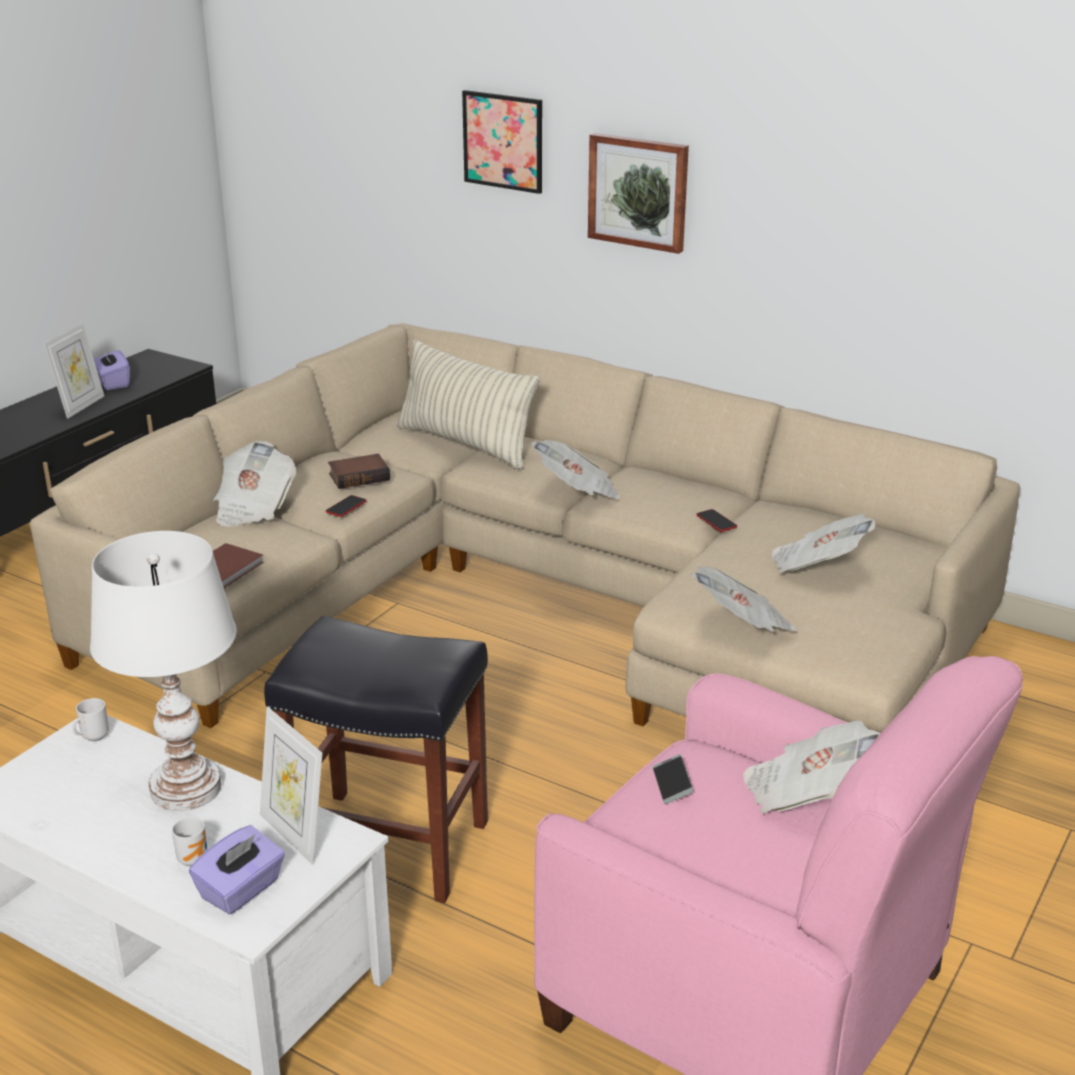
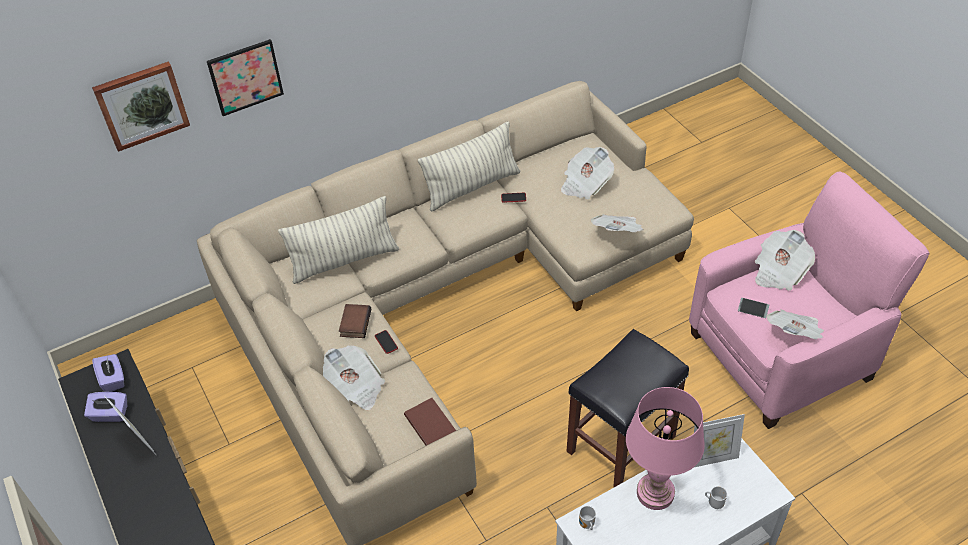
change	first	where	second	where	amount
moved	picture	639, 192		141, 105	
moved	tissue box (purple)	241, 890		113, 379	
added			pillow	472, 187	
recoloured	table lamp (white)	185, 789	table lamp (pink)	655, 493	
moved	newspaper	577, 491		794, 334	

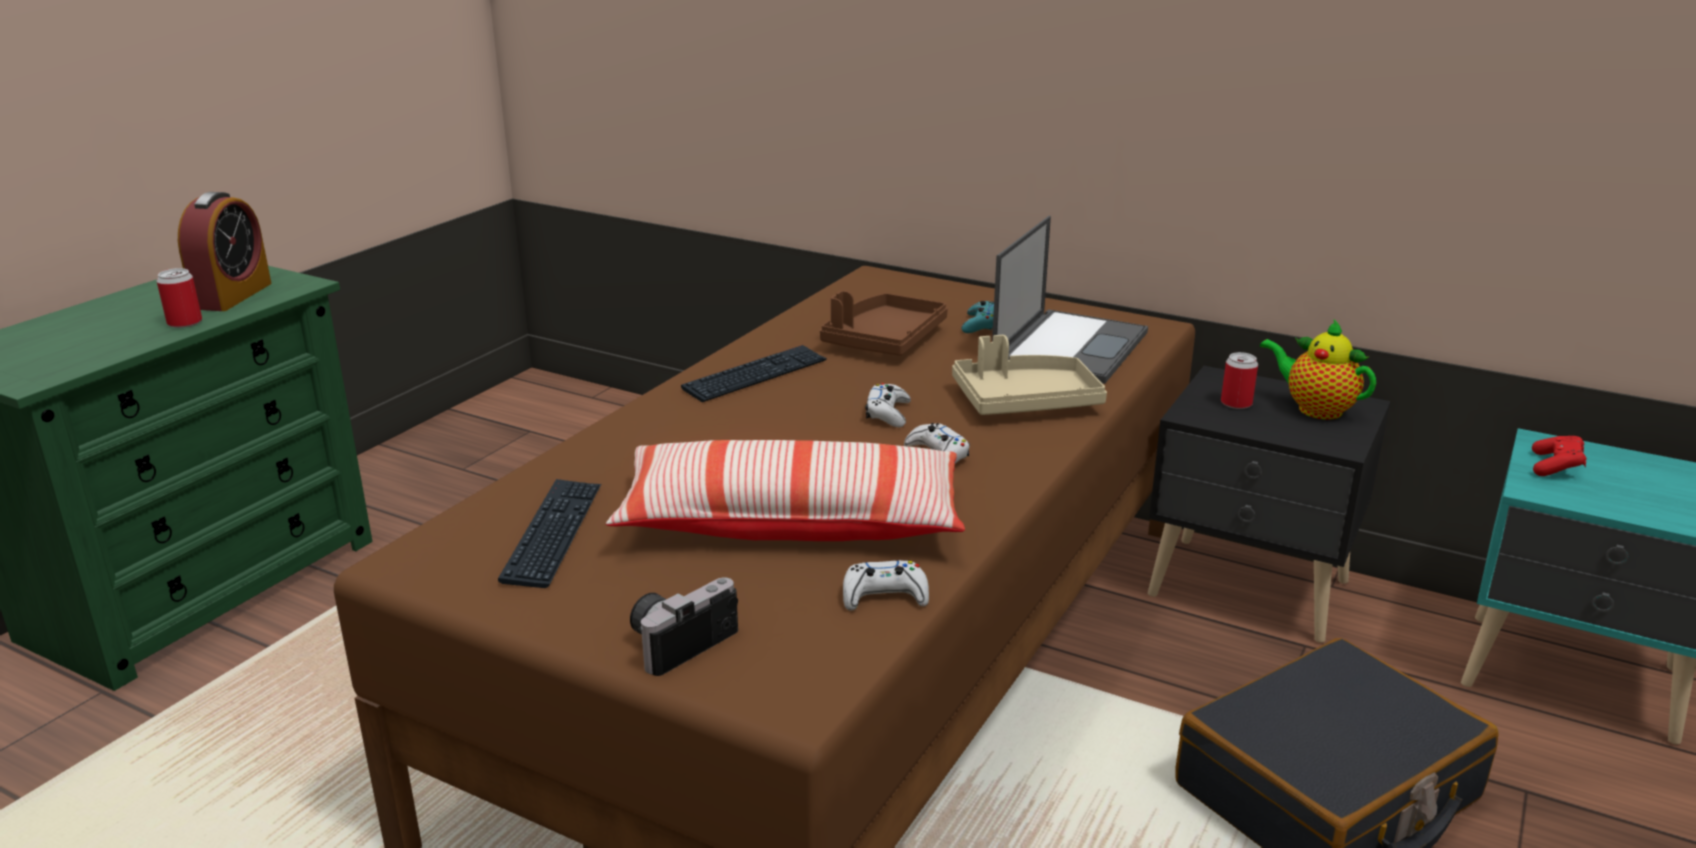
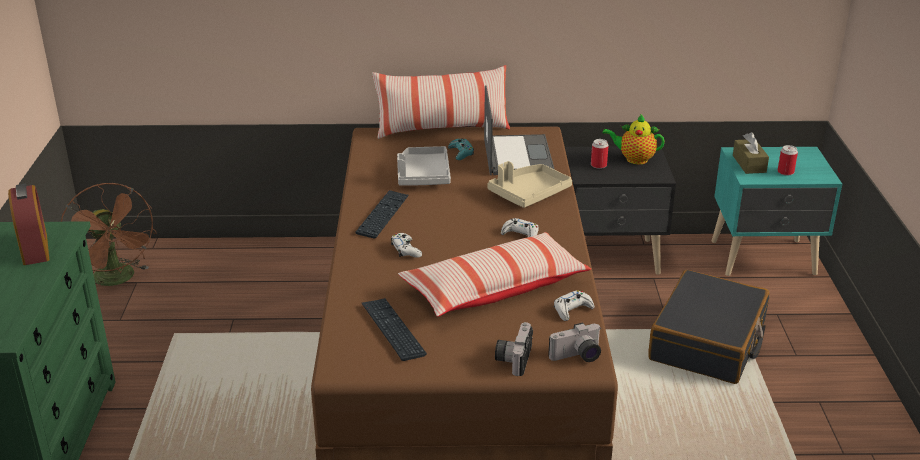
change	first	where	second	where	amount
added			fan (brown)	119, 280	
added			pillow	442, 130	
moved	game controller (white)	888, 413		406, 250	
recoloured	tray (brown)	884, 340	tray (grey)	423, 175	
added			photo camera	577, 357	
replaced	game controller (red)	1555, 467	tissue box (brown)	749, 164	
moved	can	185, 323		785, 172	

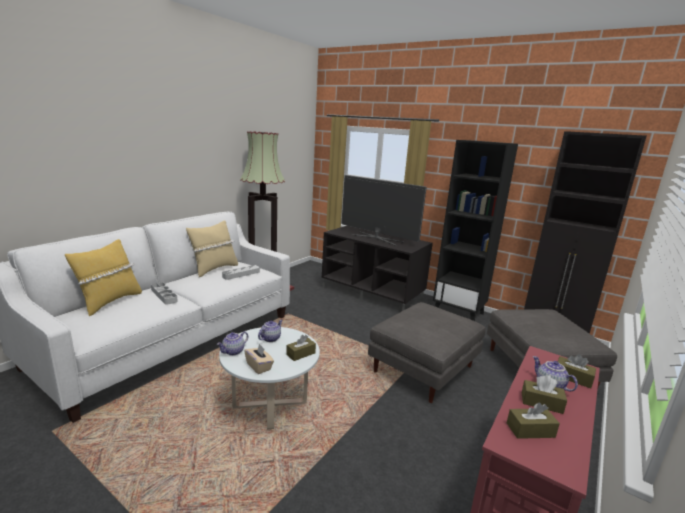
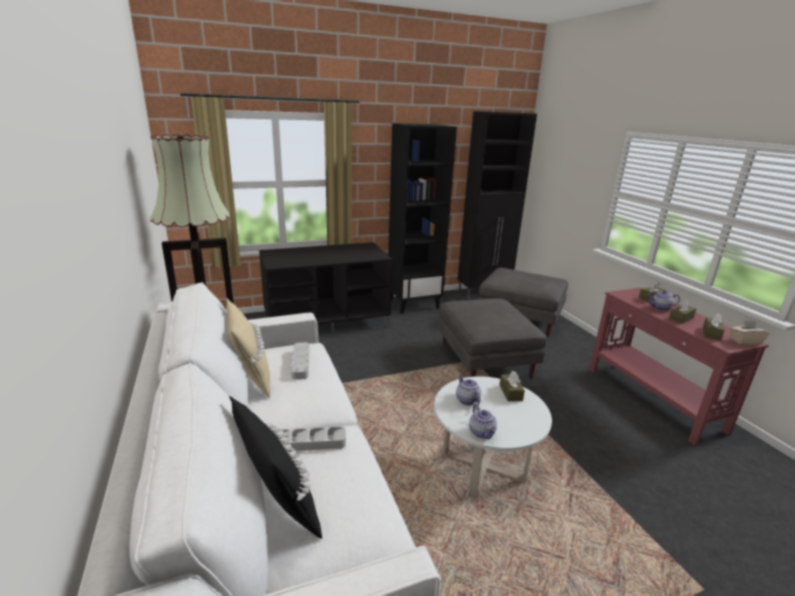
change	first	where	second	where	amount
recoloured	pillow (yellow)	109, 302	pillow (black)	278, 506	
moved	tissue box (beige)	259, 366		745, 341	
removed	television	377, 238			

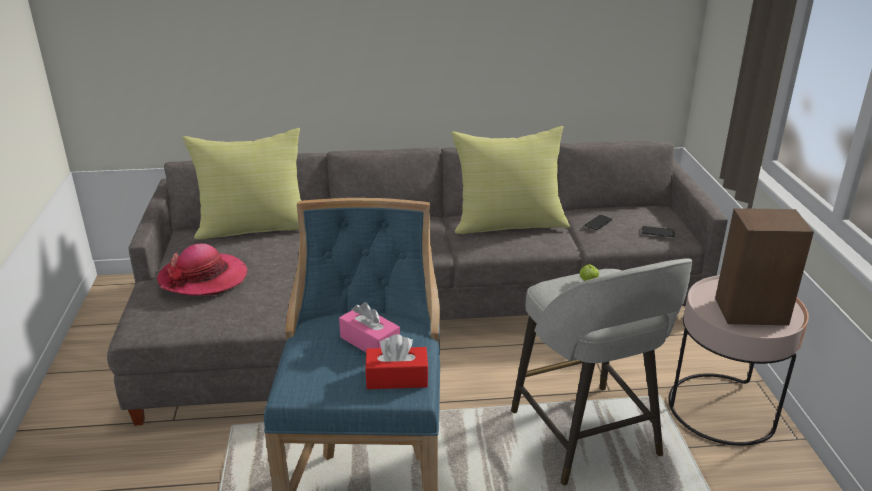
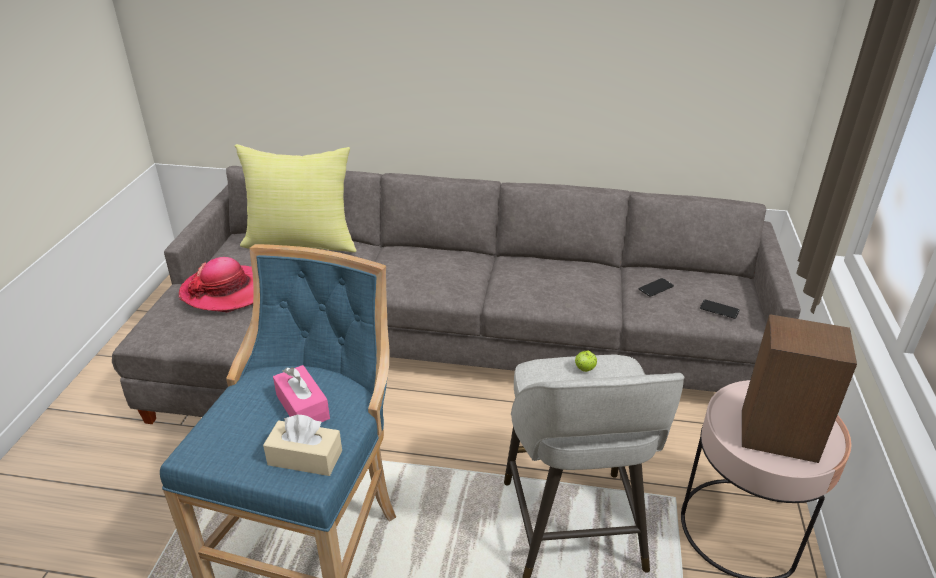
change	first	where	second	where	amount
recoloured	tissue box (red)	397, 378	tissue box (beige)	305, 458	
removed	pillow (yellow)	509, 223			

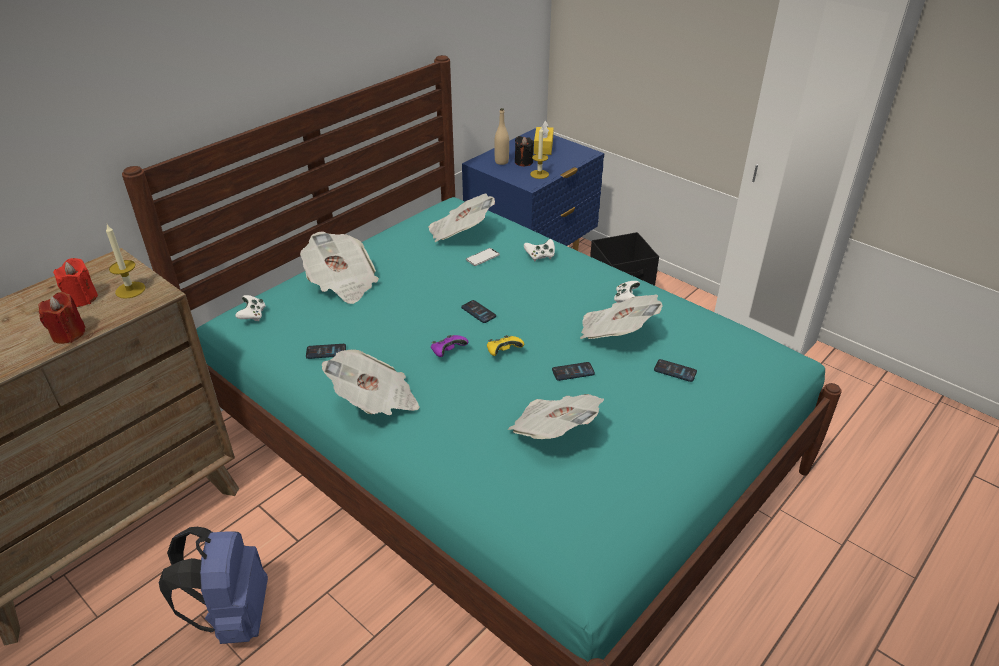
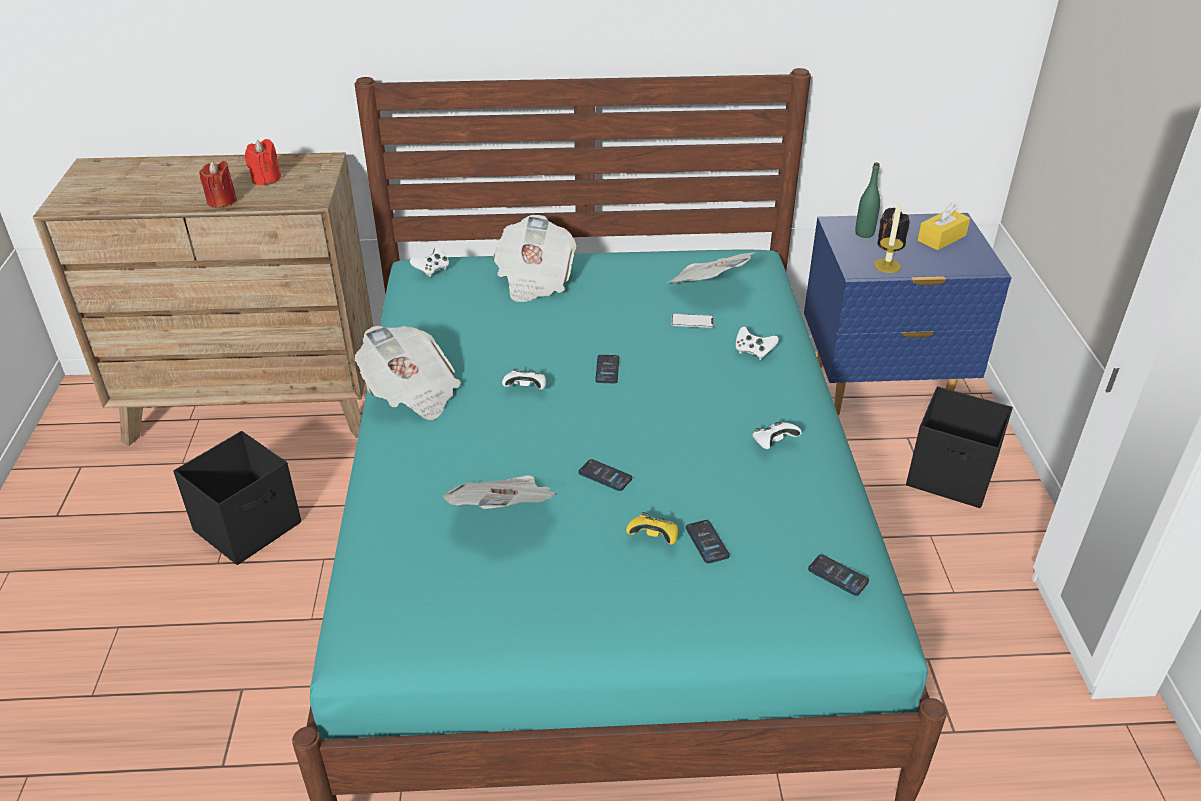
change	first	where	second	where	amount
replaced	backpack (blue)	233, 616	storage box (black)	249, 526	
recoloured	game controller (purple)	448, 352	game controller (white)	526, 389	
moved	game controller (yellow)	503, 352		654, 538	
moved	phone	326, 352		838, 575	
recoloured	bottle (beige)	501, 162	bottle (green)	864, 233	
removed	candle	130, 290			
removed	newspaper	615, 333			

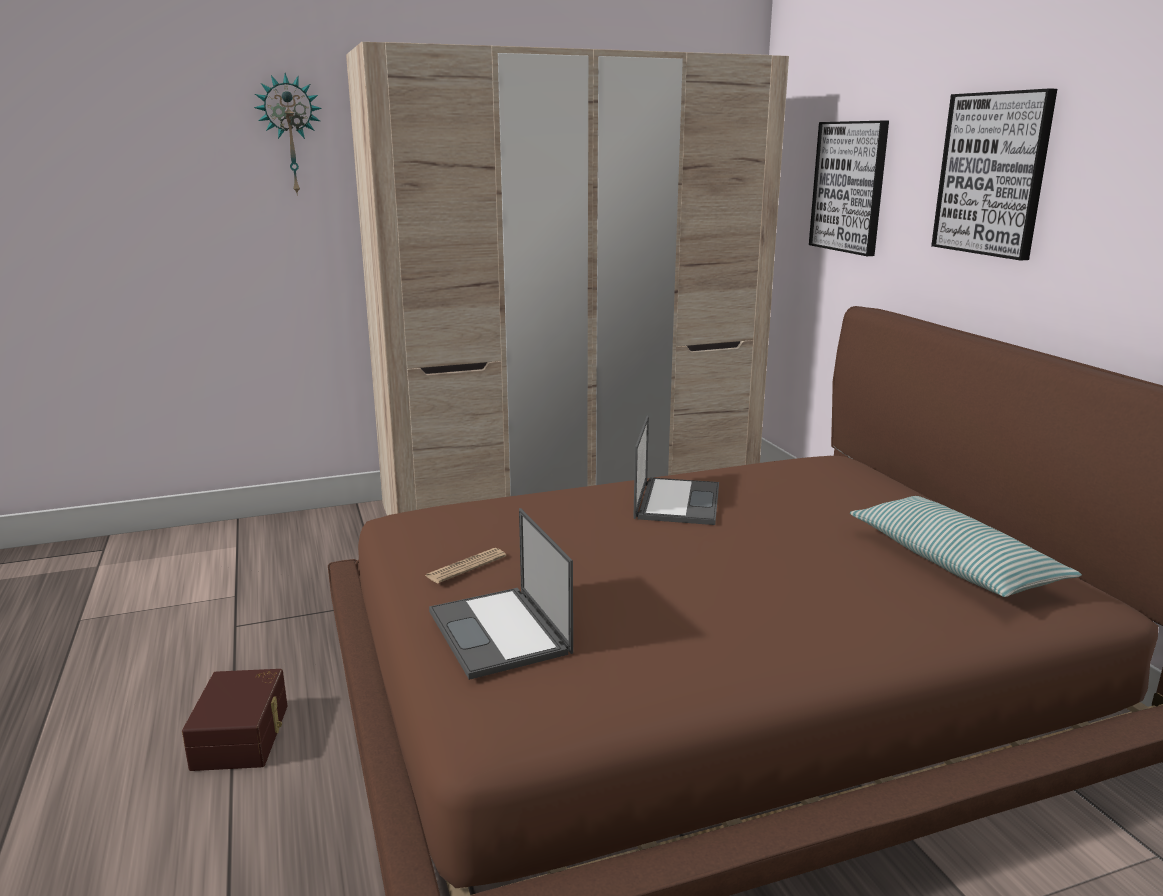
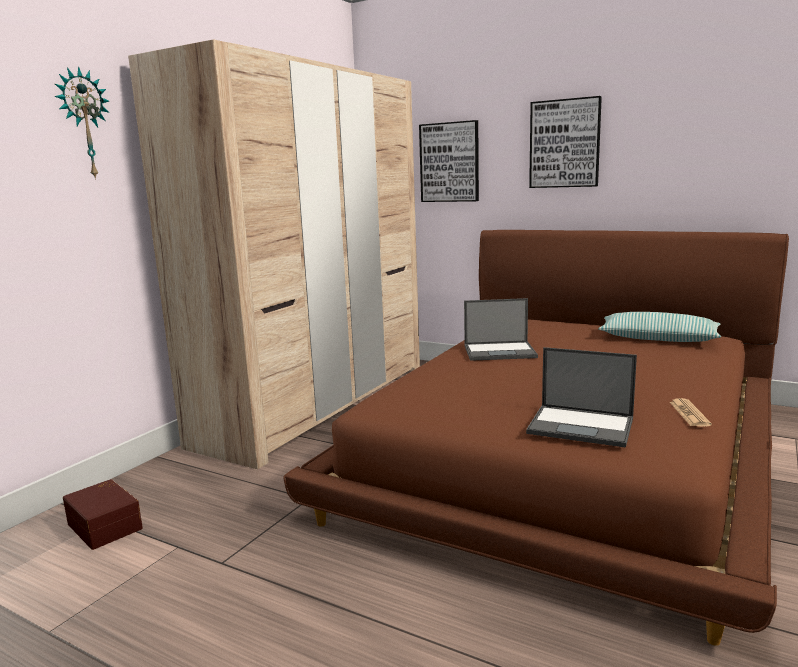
change	first	where	second	where	amount
moved	storage box (brown)	243, 736		106, 525	
turned	laptop	677, 501		500, 351	120 degrees clockwise
moved	newspaper	466, 566		689, 413	

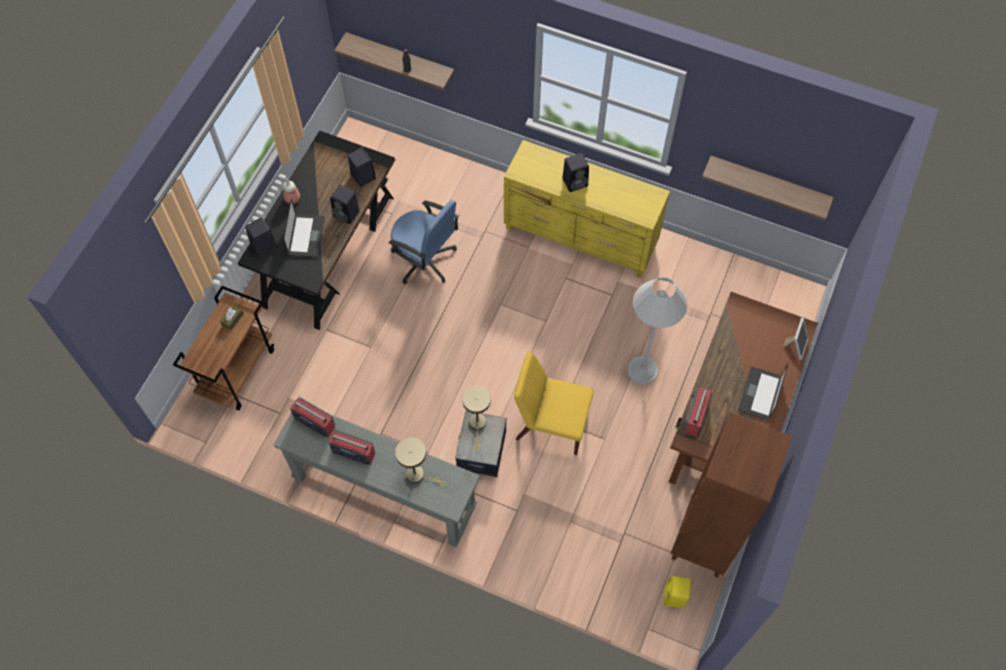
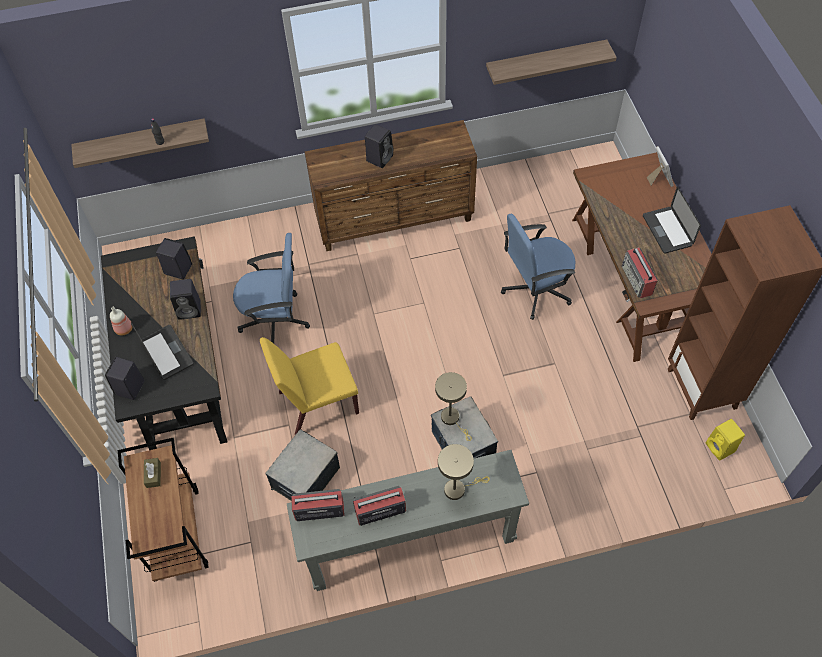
change	first	where	second	where	amount
moved	chair (yellow)	551, 424		317, 403	
added			storage box	305, 478	
recoloured	dresser (yellow)	581, 238	dresser (brown)	395, 220	
replaced	floor lamp (white)	642, 370	office chair (blue)	535, 290	

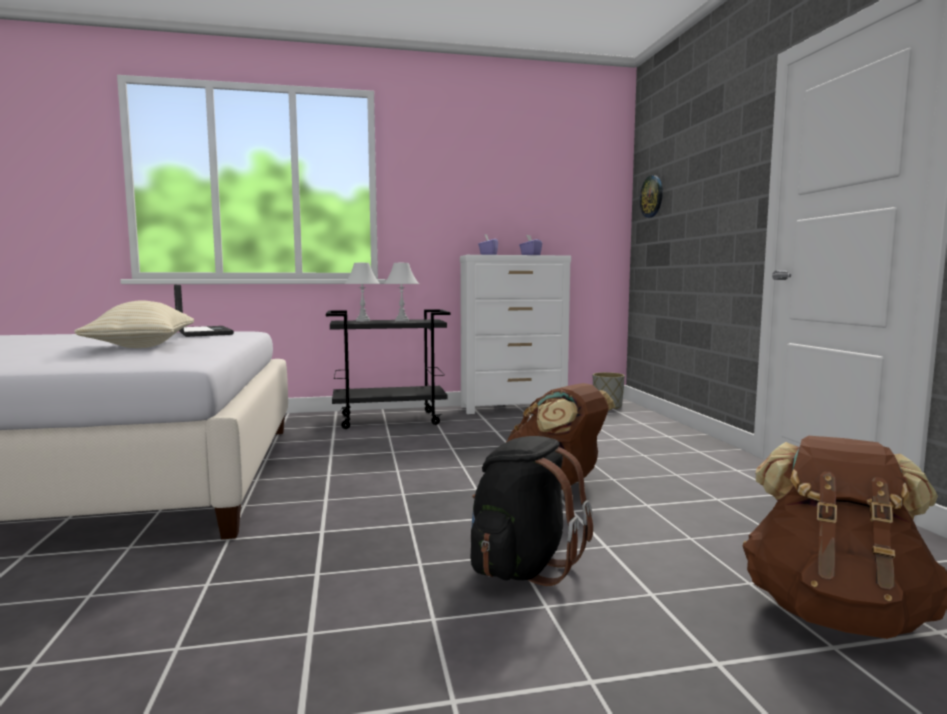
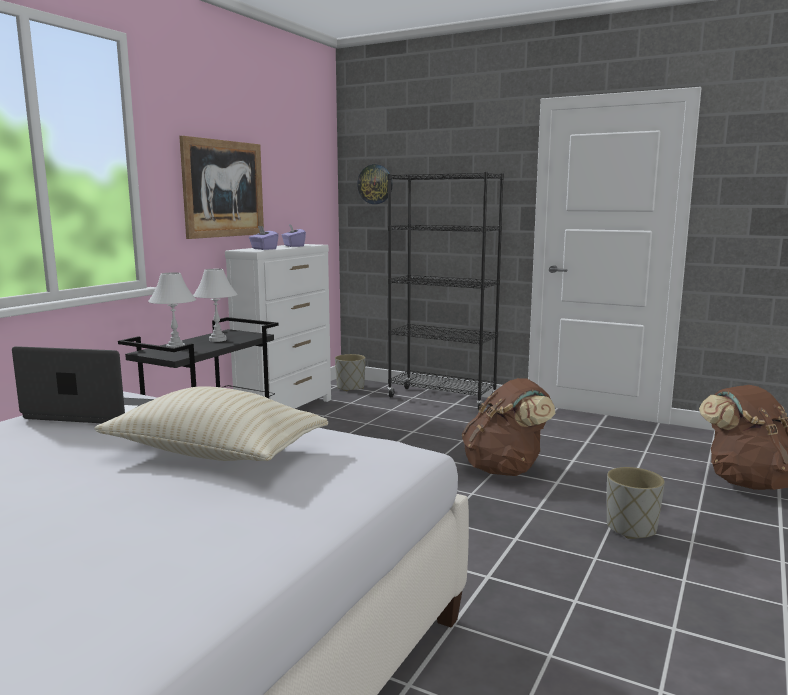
change	first	where	second	where	amount
added			picture	223, 189	
added			bookcase (black)	442, 399	
replaced	backpack (black)	522, 566	planter (grey)	631, 528	

